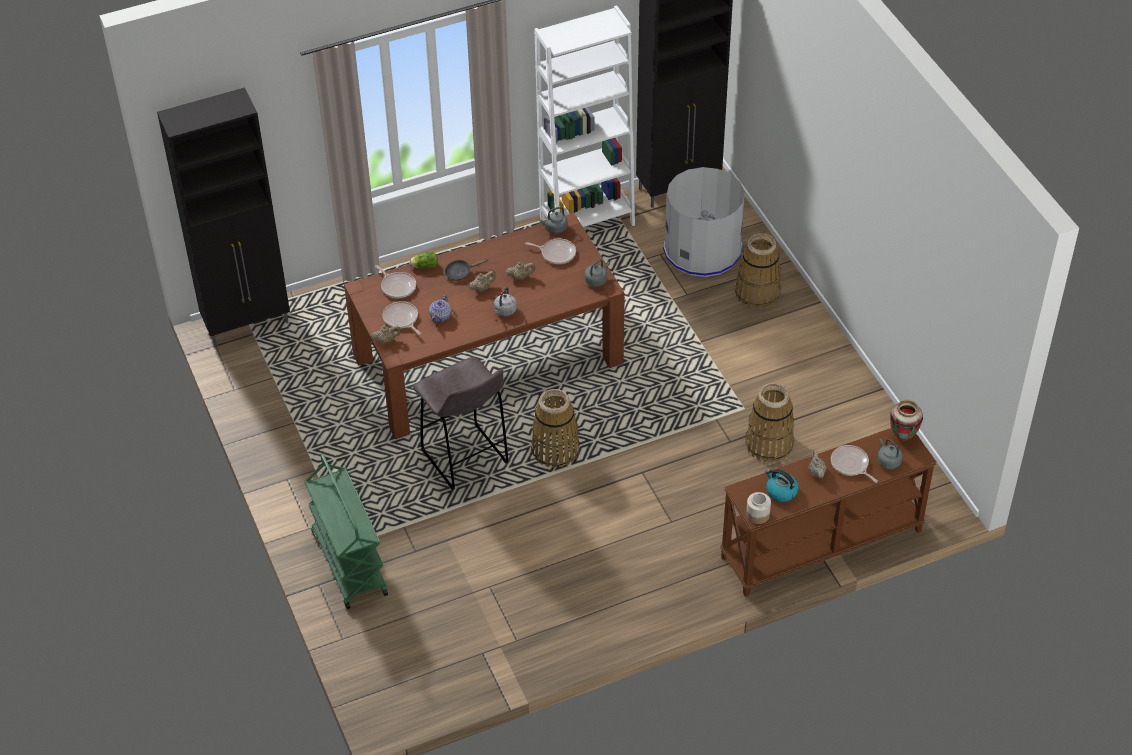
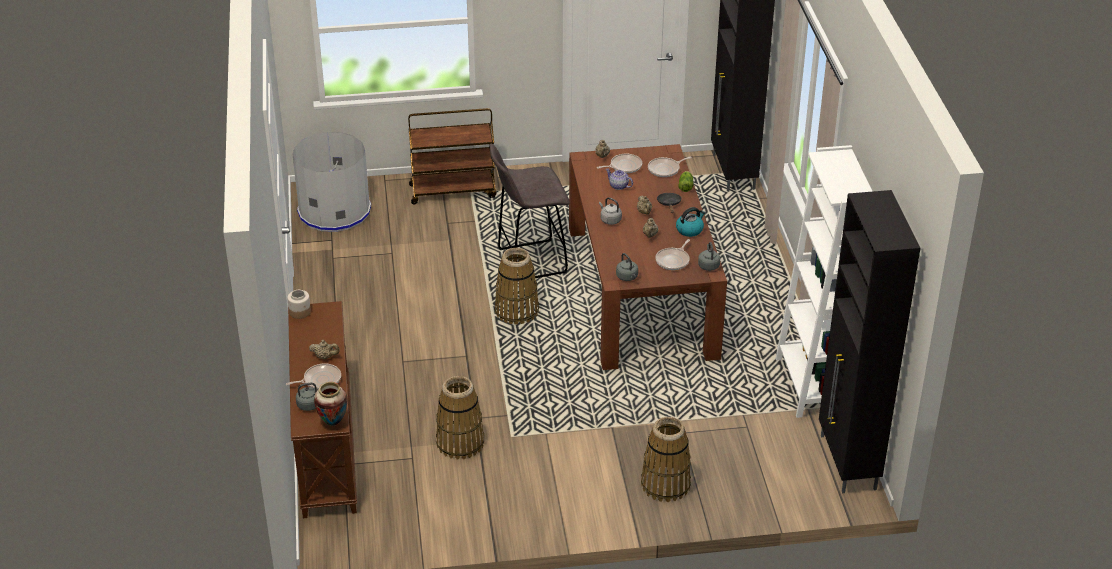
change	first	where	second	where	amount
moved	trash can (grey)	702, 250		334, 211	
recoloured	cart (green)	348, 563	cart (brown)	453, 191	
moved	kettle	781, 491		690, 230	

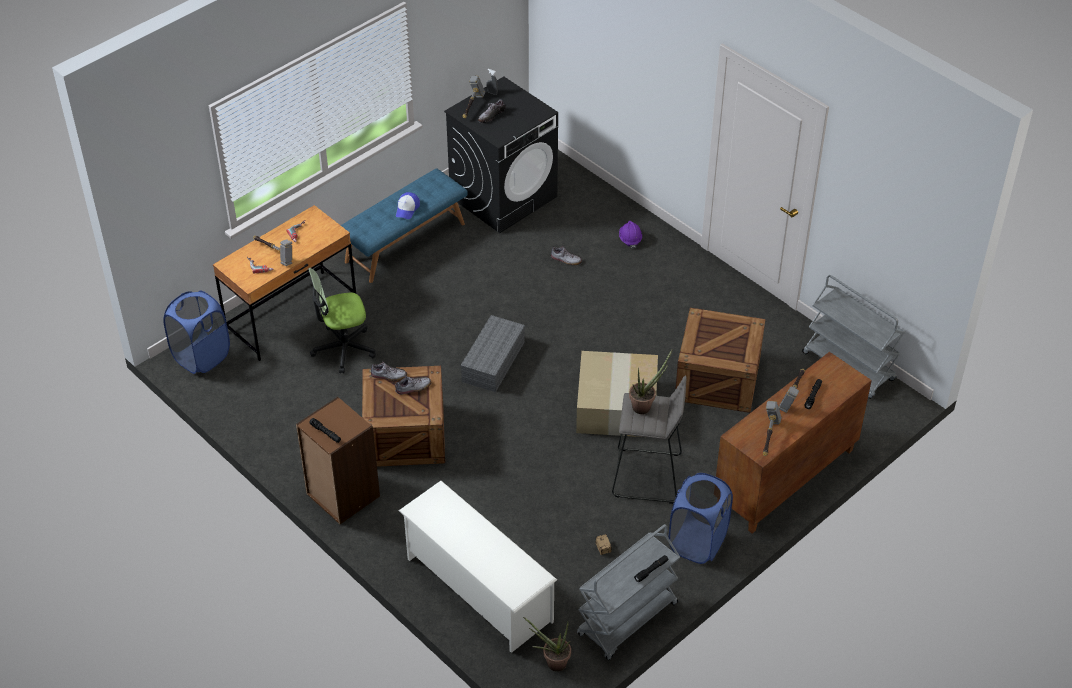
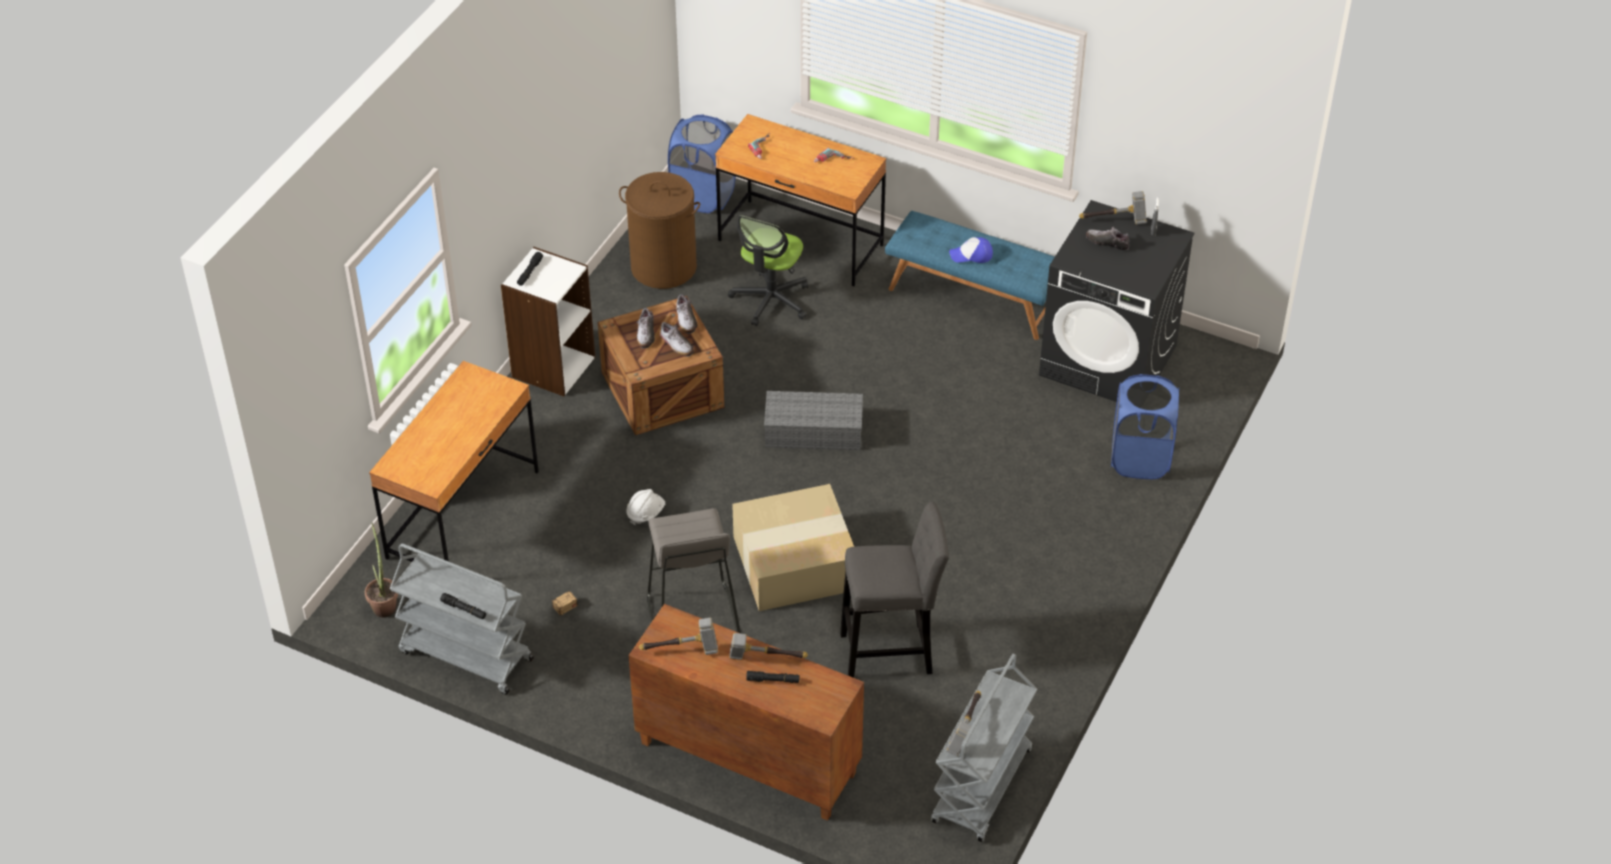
change	first	where	second	where	amount
replaced	shoe rack (white)	478, 589	desk (brown)	463, 514	
recoloured	bookcase (brown)	342, 495	bookcase (white)	552, 366	
added			laundry basket (brown)	663, 267	
added			hard hat (white)	645, 513	
moved	shoe	566, 259		646, 333	
turned	office chair	343, 348		770, 300	120 degrees counterclockwise
replaced	crate	719, 378	stool (grey)	892, 652	
moved	hammer	274, 254		966, 729	
moved	laundry basket (blue)	697, 542		1140, 459	
removed	hard hat (purple)	630, 239			
removed	potted plant	645, 406			

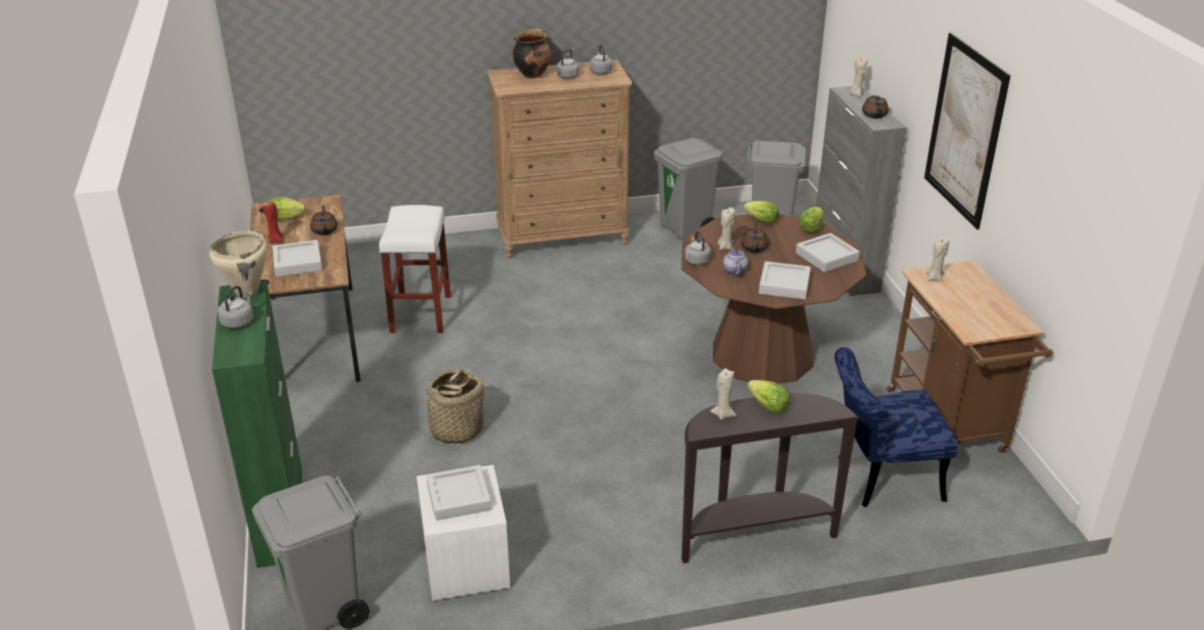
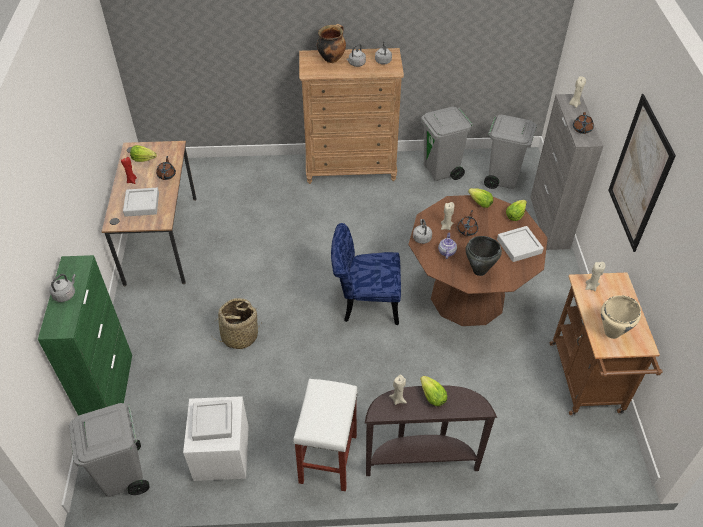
change	first	where	second	where	amount
moved	stool (white)	421, 314		328, 459	
moved	chair (blue)	879, 478		365, 302	
replaced	tray (grey)	784, 285	cooking pot (black)	479, 271	
moved	cooking pot (beige)	247, 292		612, 333	

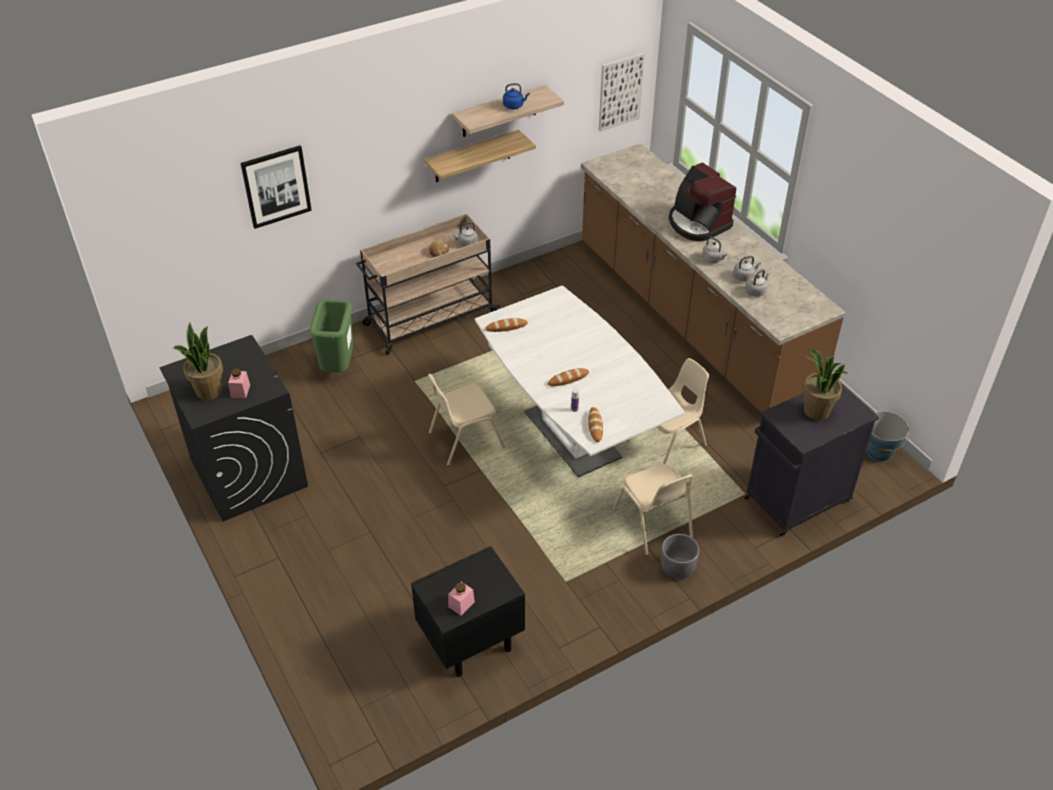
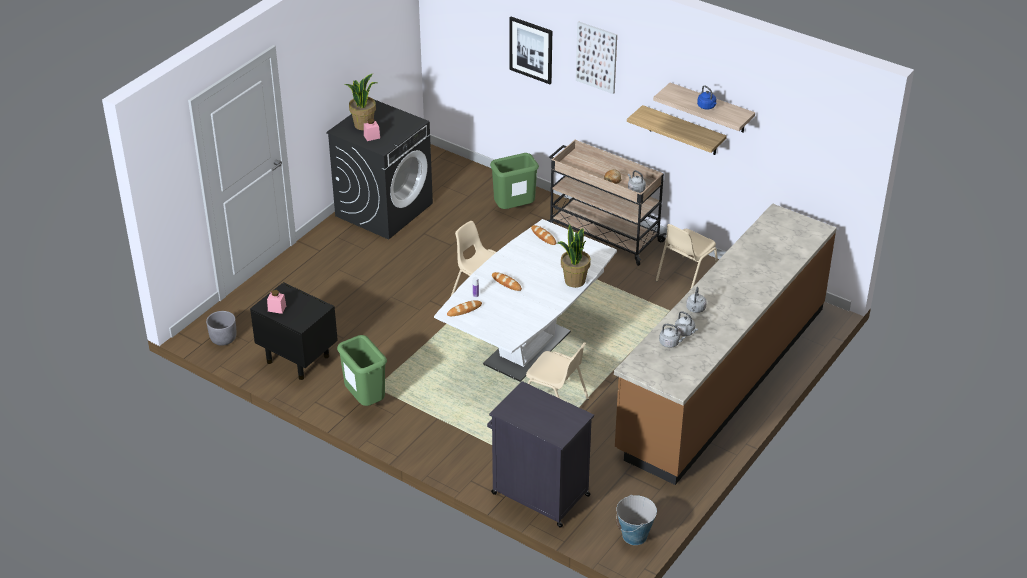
change	first	where	second	where	amount
moved	planter (grey)	677, 567		223, 338	
added			trash can (green)	364, 401	
moved	potted plant	816, 411		574, 281	
moved	picture	620, 92		596, 57	
moved	chair (beige)	653, 524		686, 277	
removed	coffee machine	698, 223			

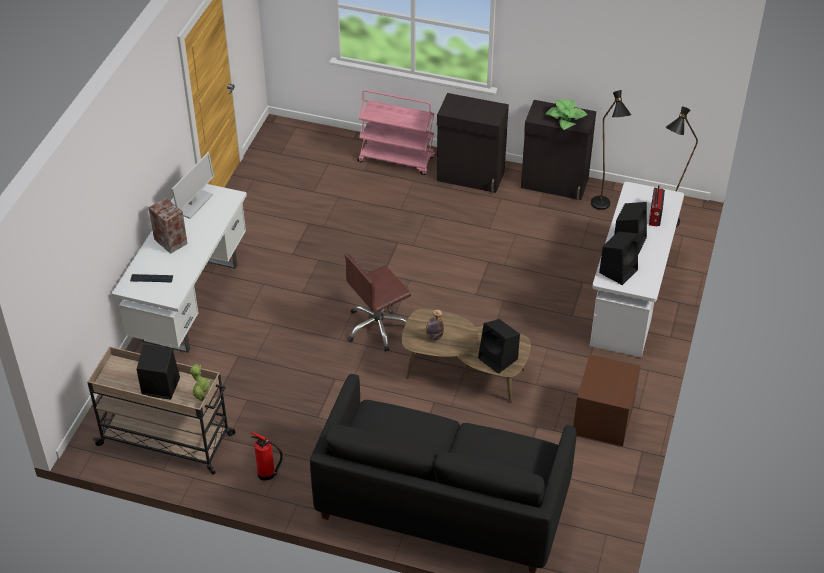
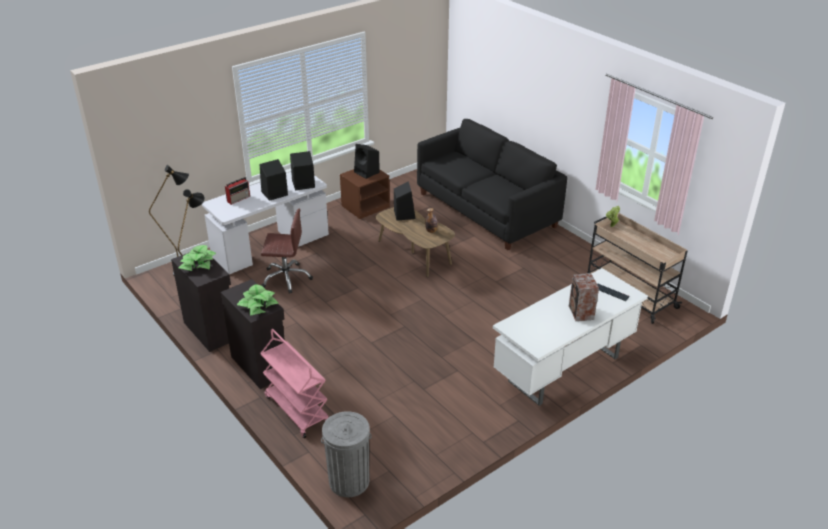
change	first	where	second	where	amount
added			potted plant	258, 305	
moved	office chair (brown)	378, 327		286, 278	
added			trash can (grey)	349, 481	
moved	speaker (black)	159, 386		367, 172	
removed	monitor	193, 204			
removed	fire extinguisher	268, 474			

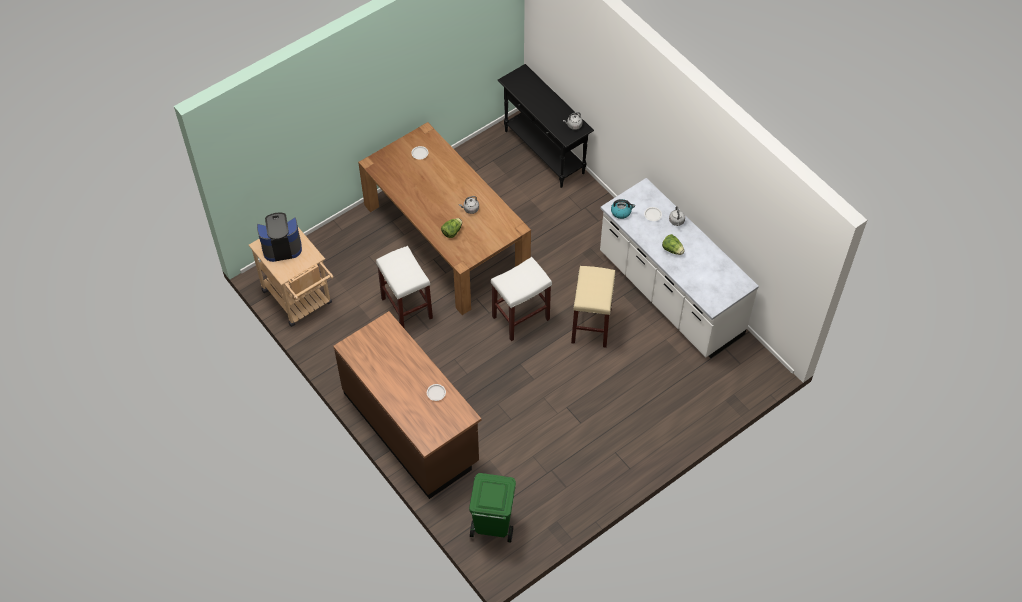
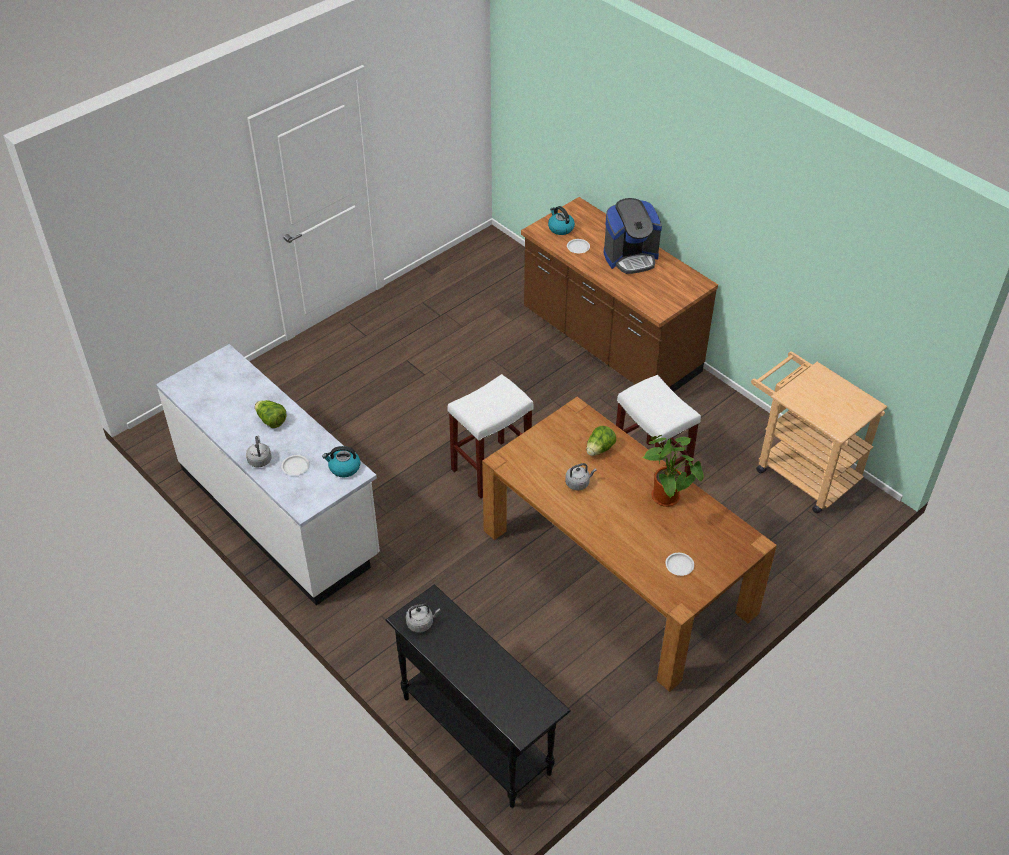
change	first	where	second	where	amount
added			kettle	560, 228	
moved	coffee machine	281, 246		630, 257	
added			potted plant	668, 499	
removed	trash can (green)	492, 525			
removed	stool (beige)	591, 326			

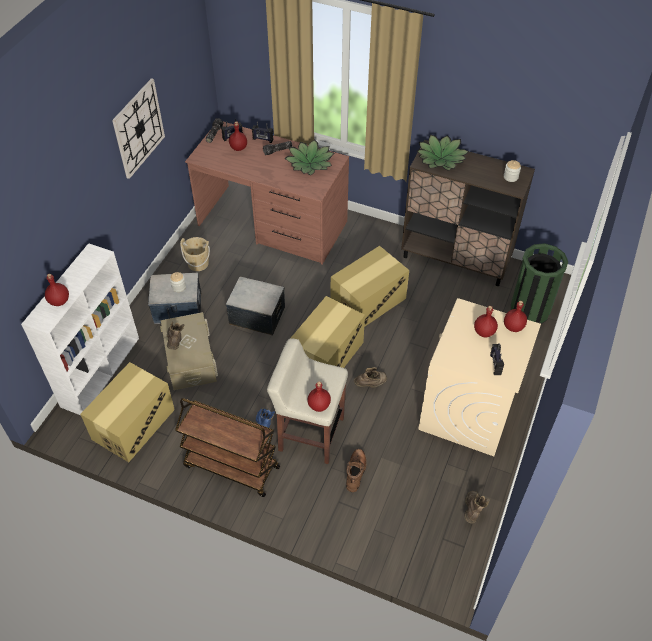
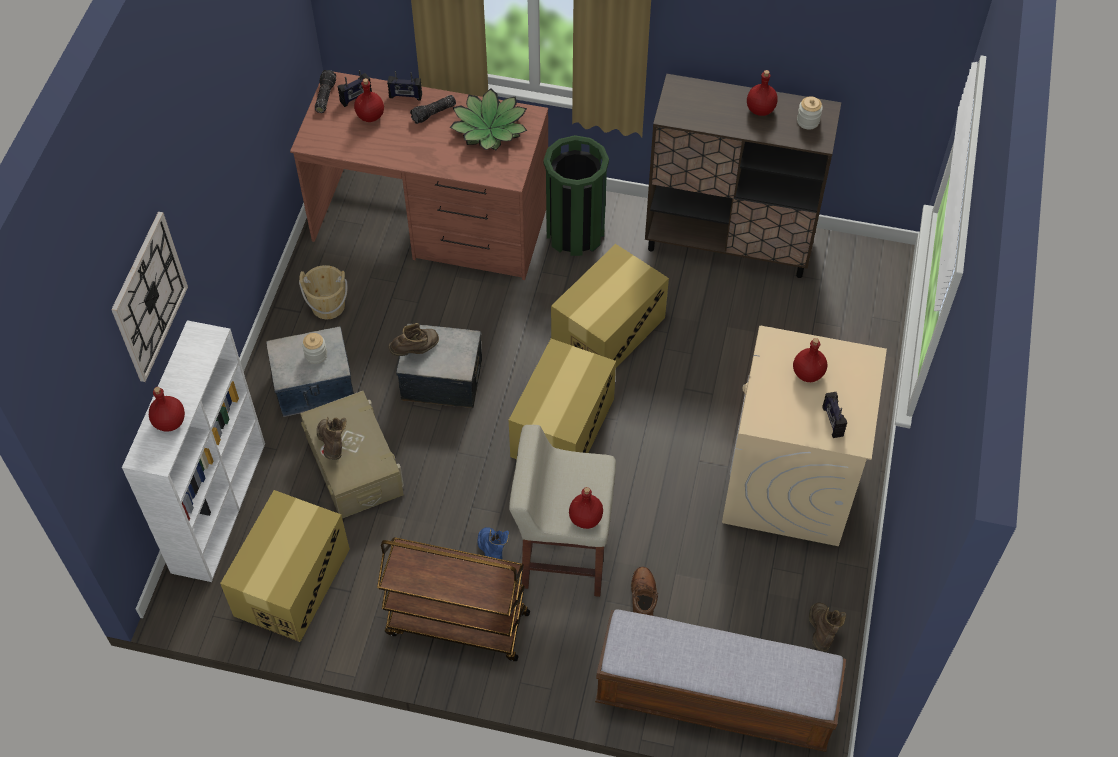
change	first	where	second	where	amount
moved	wall clock	138, 128		149, 297	
moved	boot (brown)	370, 385		416, 350	
moved	trash can (green)	530, 309		575, 233	
added			bench	714, 698	
moved	bottle (red)	513, 327		761, 110	
removed	potted plant	441, 158			

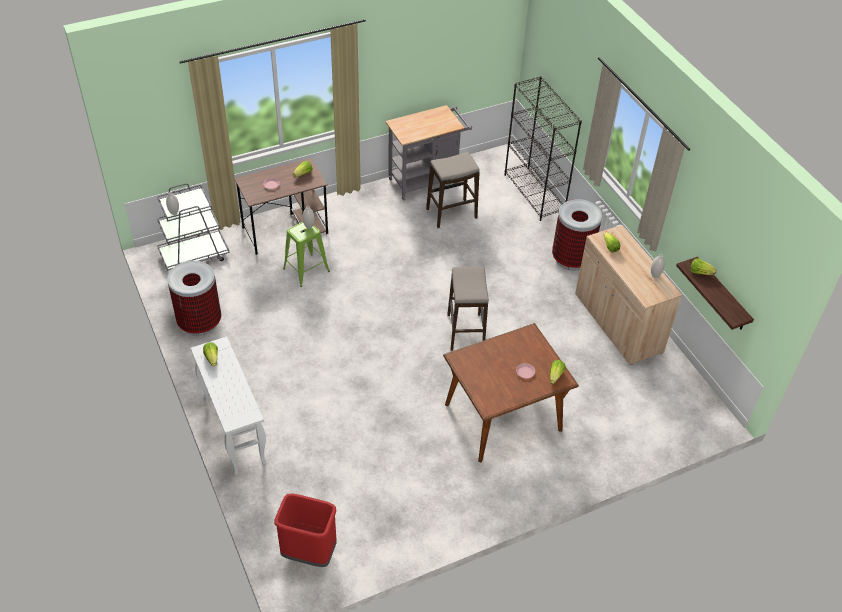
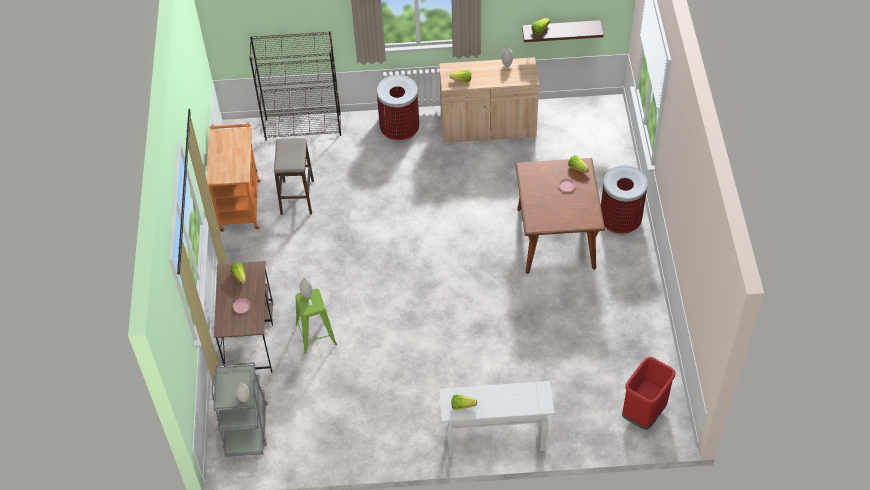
change	first	where	second	where	amount
recoloured	cart (grey)	426, 180	cart (orange)	240, 202	
moved	trash can	199, 322		620, 222	
removed	stool	465, 332			

